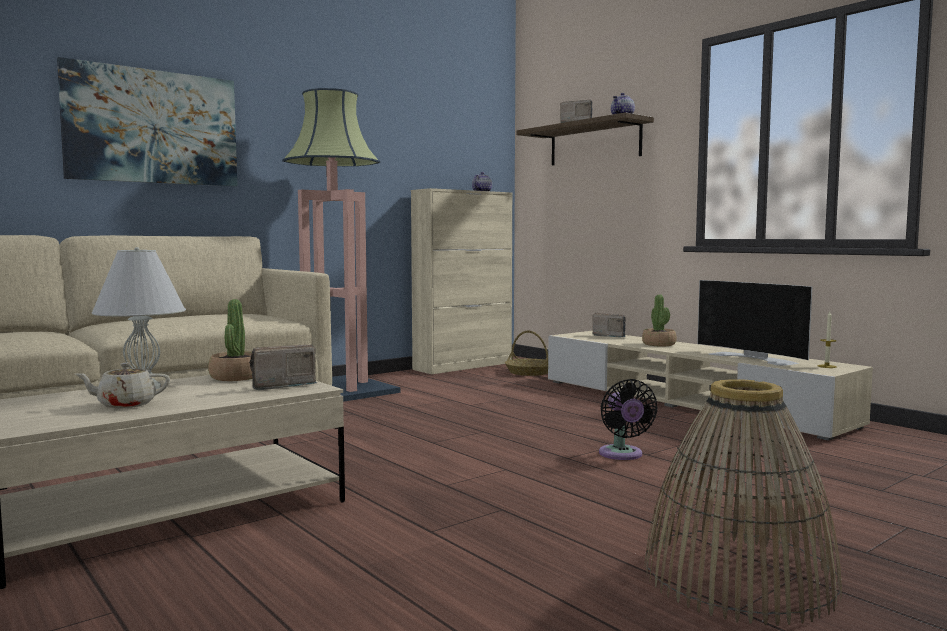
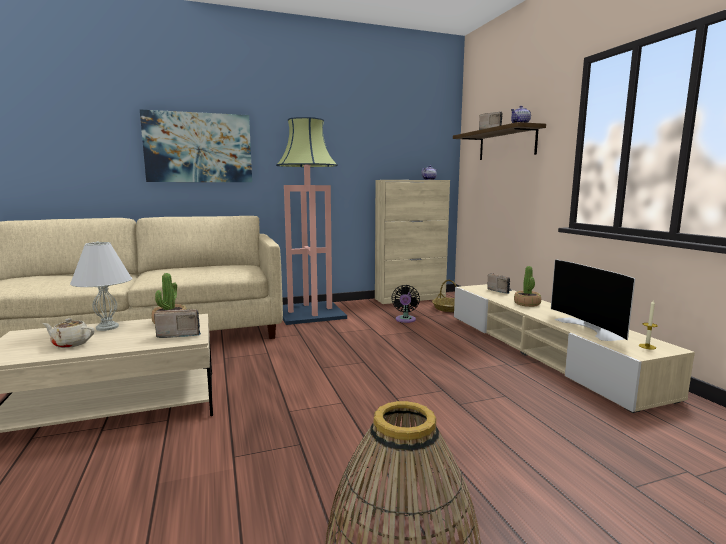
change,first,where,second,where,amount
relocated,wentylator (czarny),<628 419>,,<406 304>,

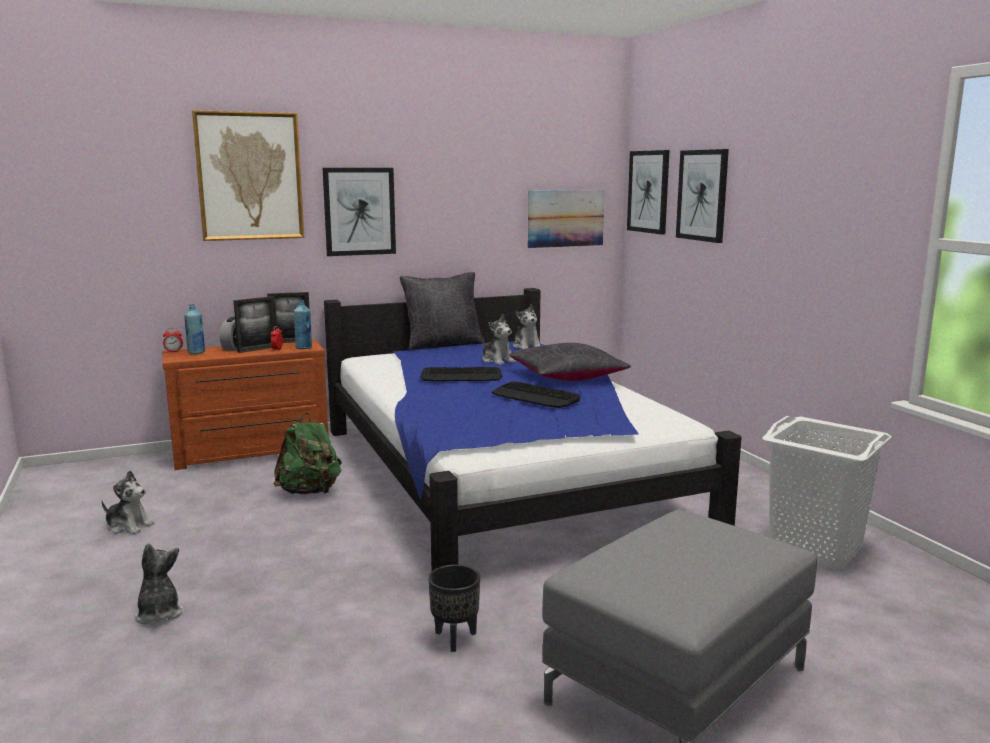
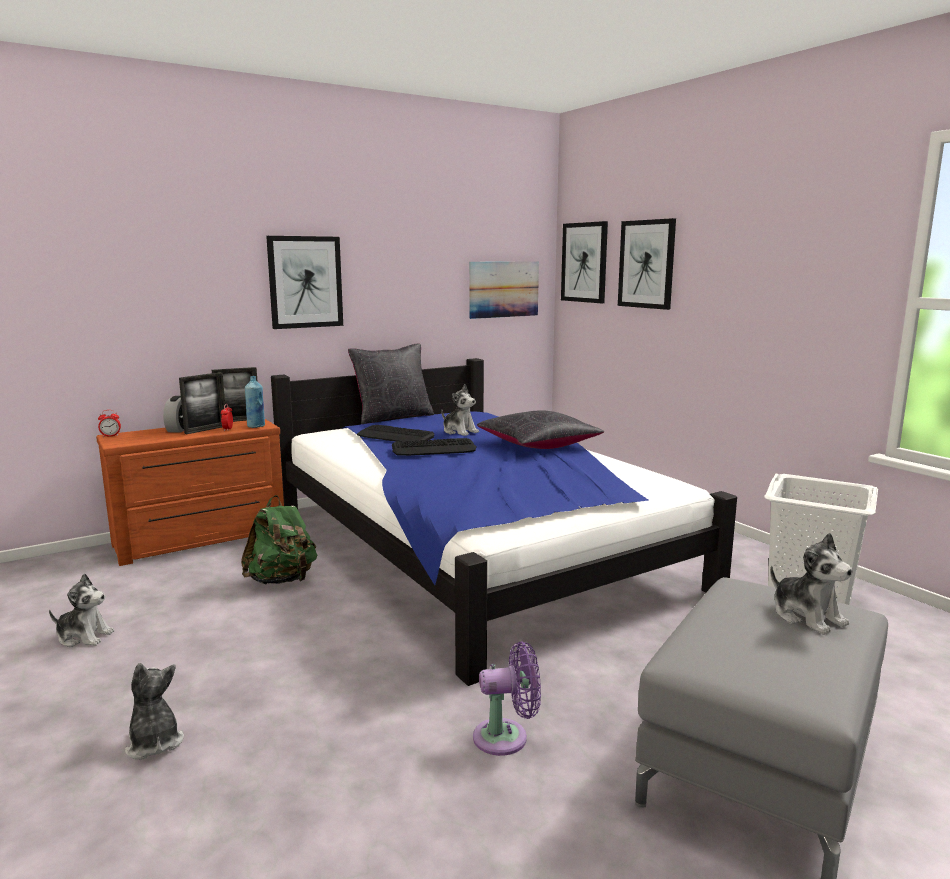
change,first,where,second,where,amount
missing,butelka (niebieski),<194 329>,,,
missing,obraz,<248 175>,,,
relocated,klawiatura,<536 394>,,<395 433>,
relocated,pluszak,<526 326>,,<811 584>,
exchanged,donica (czarny),<454 608>,wentylator (fioletowy),<507 698>,

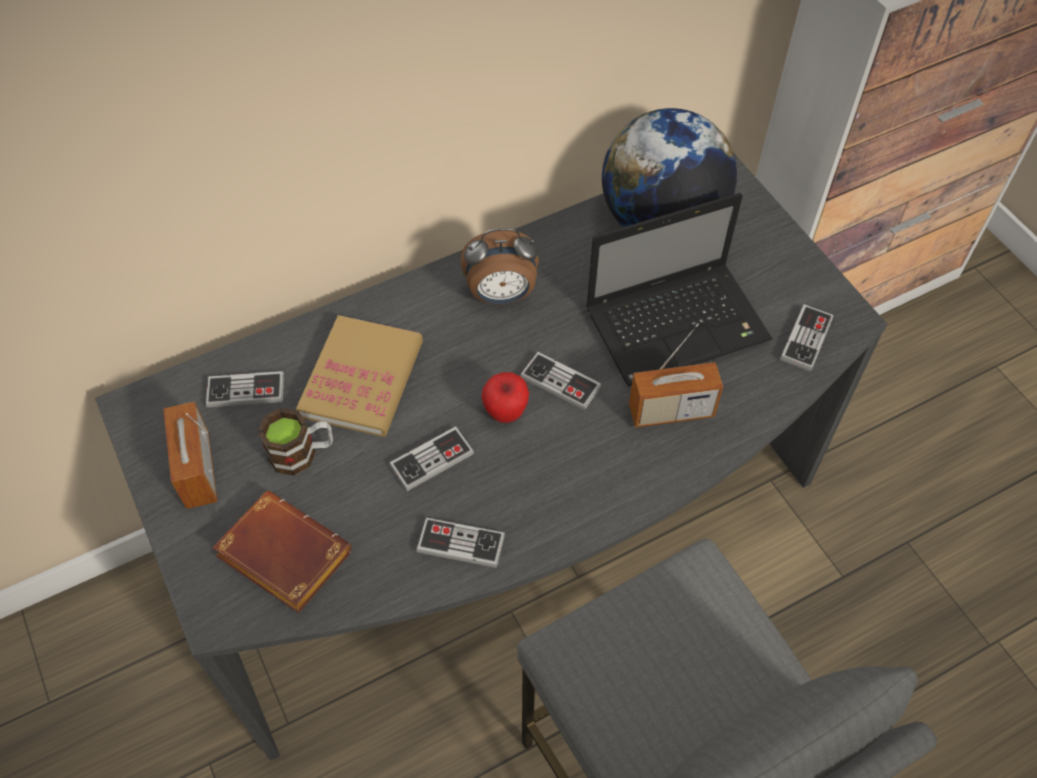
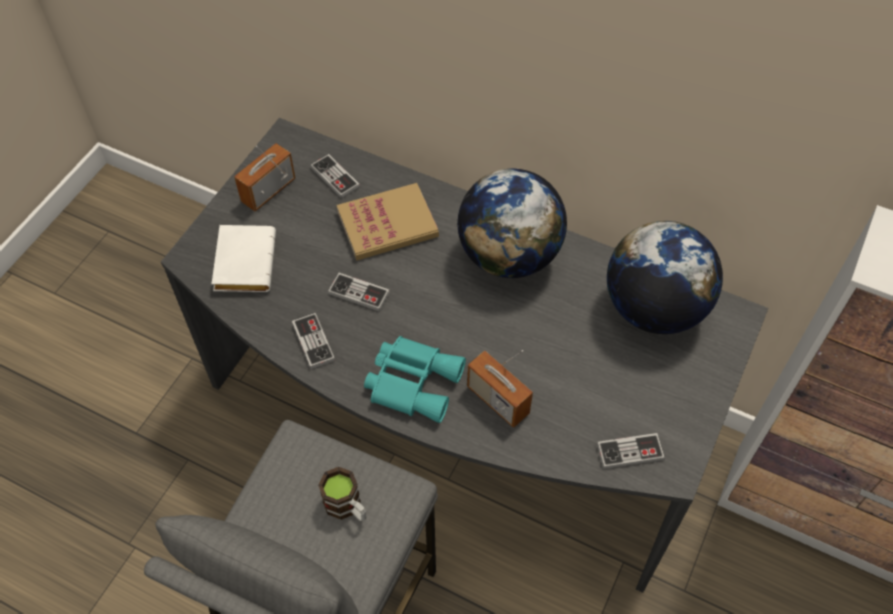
change,first,where,second,where,amount
missing,jabłko,<505 397>,,,
missing,pad do gier,<561 381>,,,
missing,laptop,<679 290>,,,
appeared,,,lornetka (turkusowy),<415 379>,
relocated,kubek,<295 442>,,<342 494>,
exchanged,budzik,<500 266>,globus,<512 223>,
colour,książka (brązowy),<282 552>,książka (biały),<244 258>,

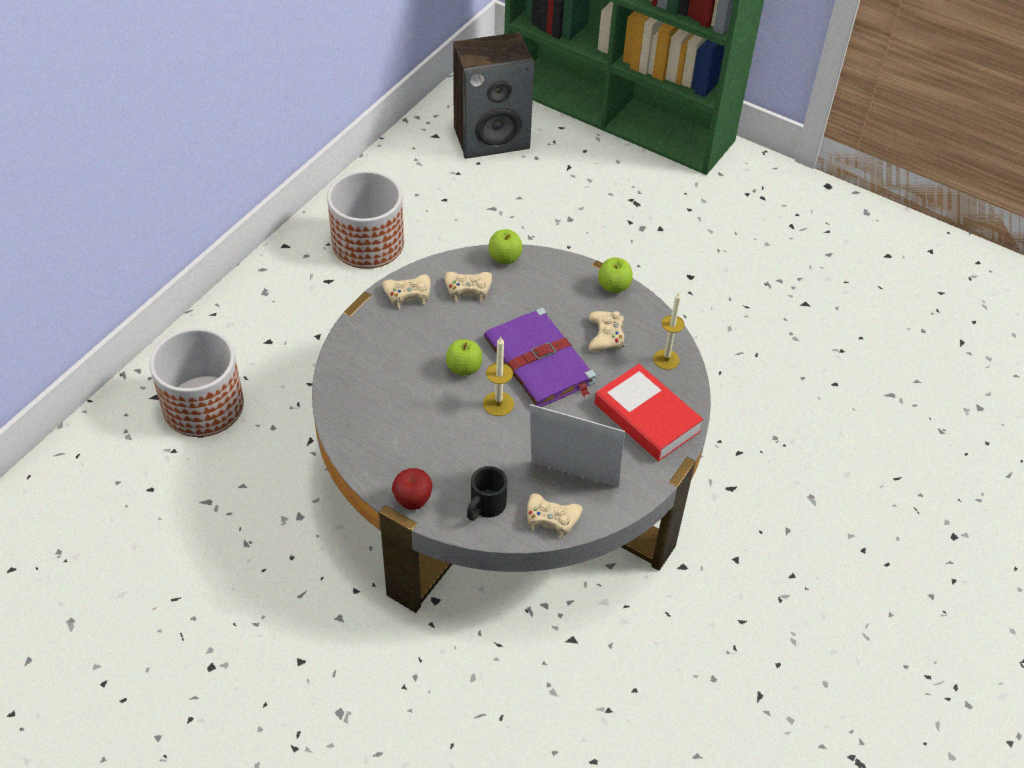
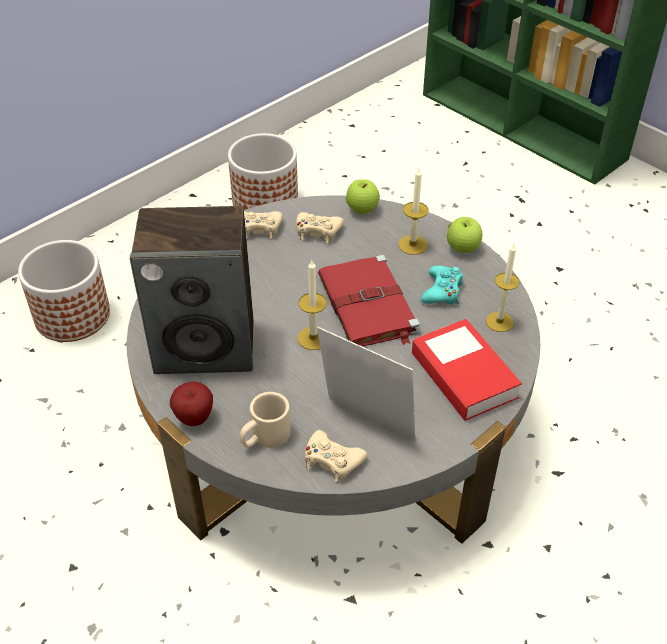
change,first,where,second,where,amount
missing,jabłko,<464 357>,,,
appeared,,,świeca,<413 211>,
relocated,głośnik,<493 95>,,<191 290>,
colour,kubek (czarny),<487 493>,kubek (beżowy),<265 420>,
colour,książka (fioletowy),<540 357>,książka (czerwony),<369 300>,
colour,pad do gier (beżowy),<606 331>,pad do gier (turkusowy),<442 285>,

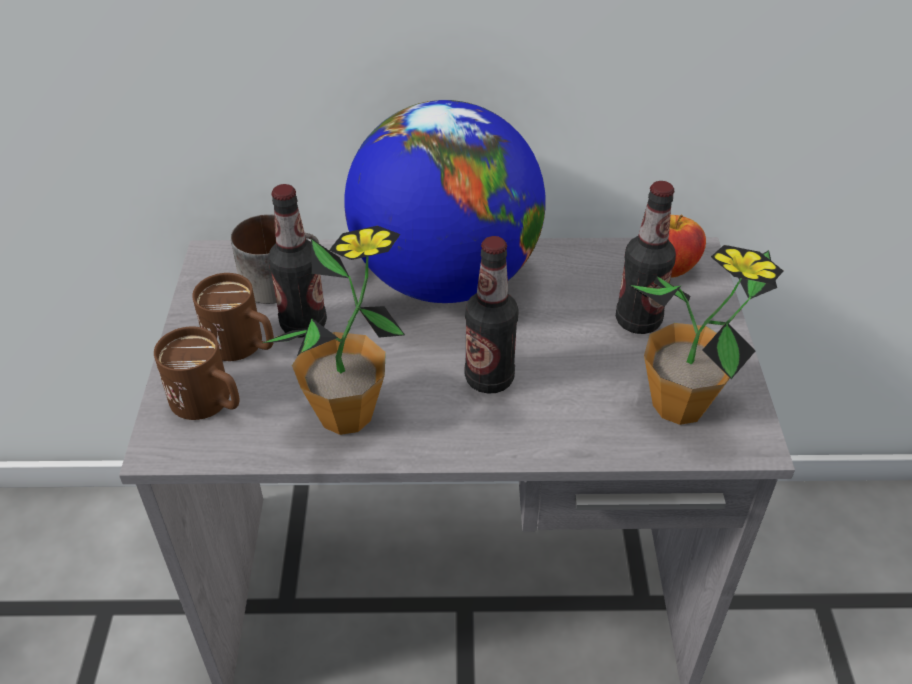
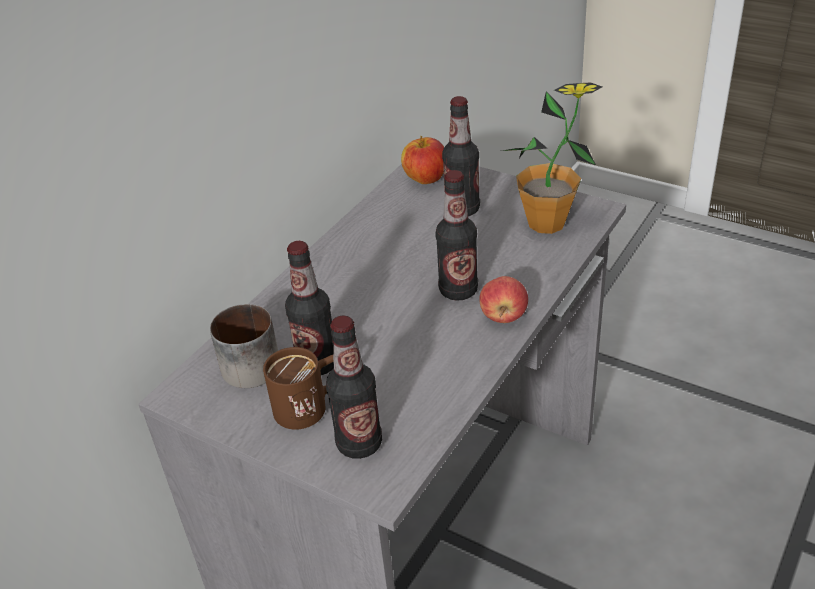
change,first,where,second,where,amount
missing,roślina doniczkowa,<334 330>,,,
missing,globus,<445 201>,,,
appeared,,,jabłko,<504 299>,
exchanged,kubek (brązowy),<196 373>,butelka,<354 387>,

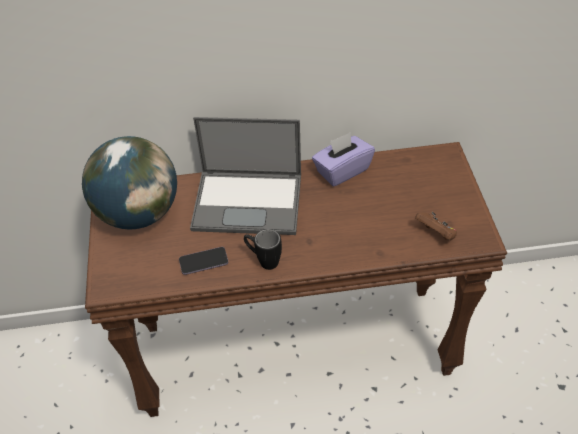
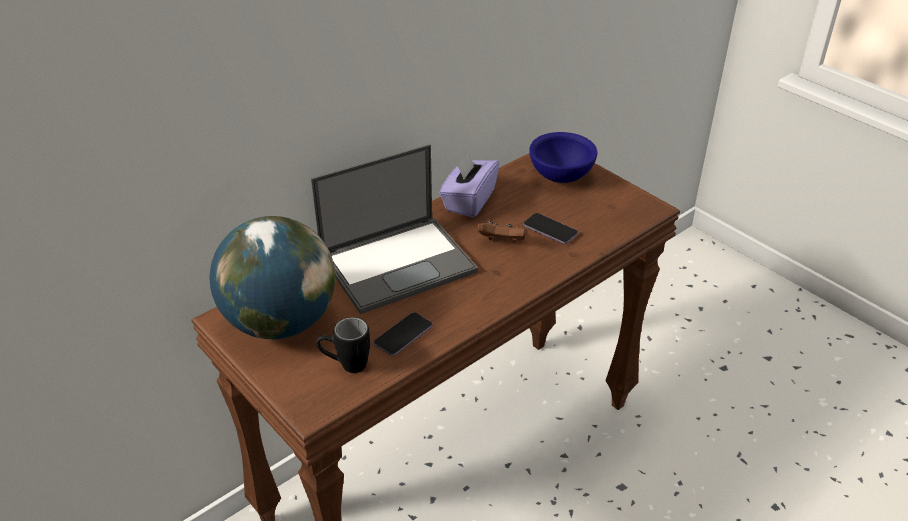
change,first,where,second,where,amount
appeared,,,telefon,<550 228>,
appeared,,,miska (niebieski),<563 157>,
relocated,kubek (czarny),<263 249>,,<343 345>,
relocated,pad do gier (brązowy),<436 226>,,<502 232>,

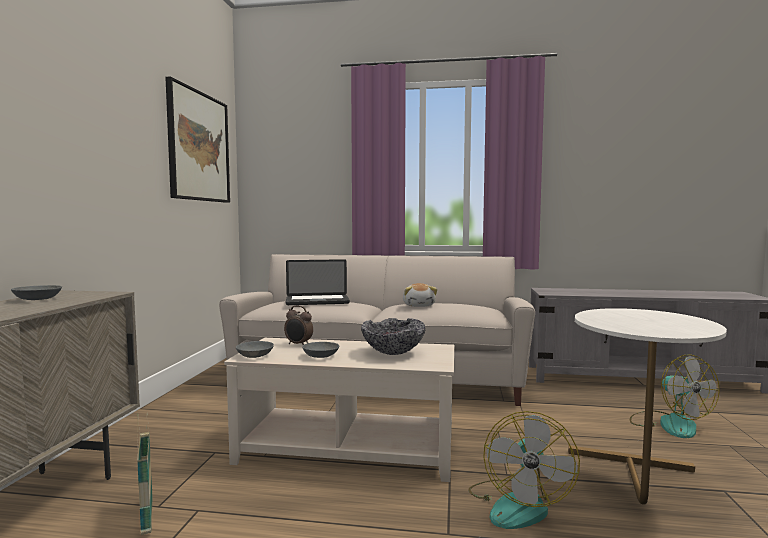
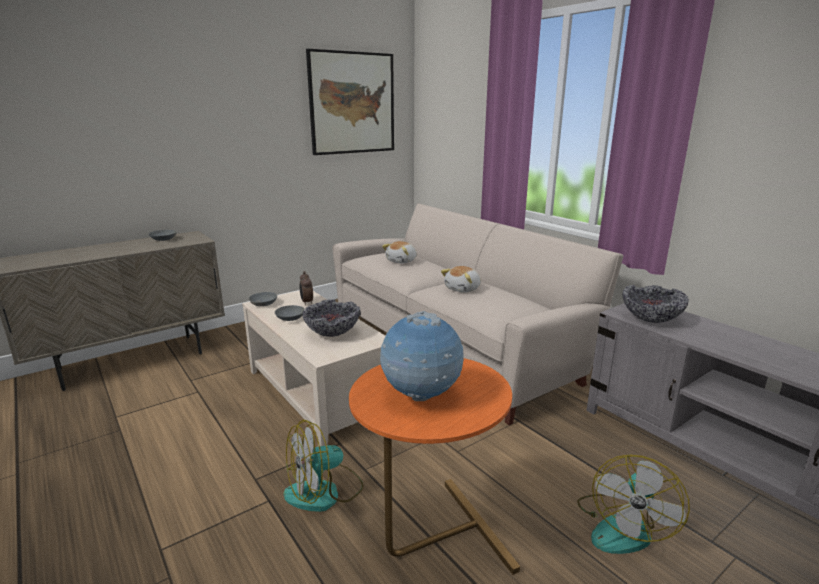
change,first,where,second,where,amount
missing,koszyk,<144 474>,,,
appeared,,,globus,<422 356>,
appeared,,,miska,<655 304>,
exchanged,laptop,<318 282>,pluszak,<399 252>,
colour,stolik (biały),<647 406>,stolik (pomarańczowy),<434 466>,

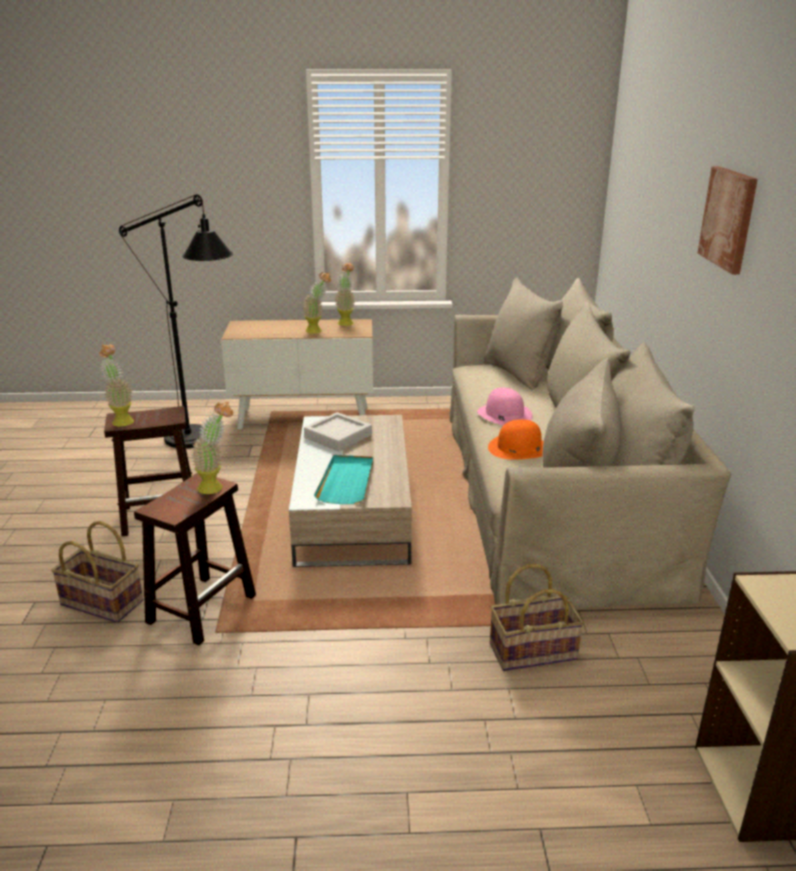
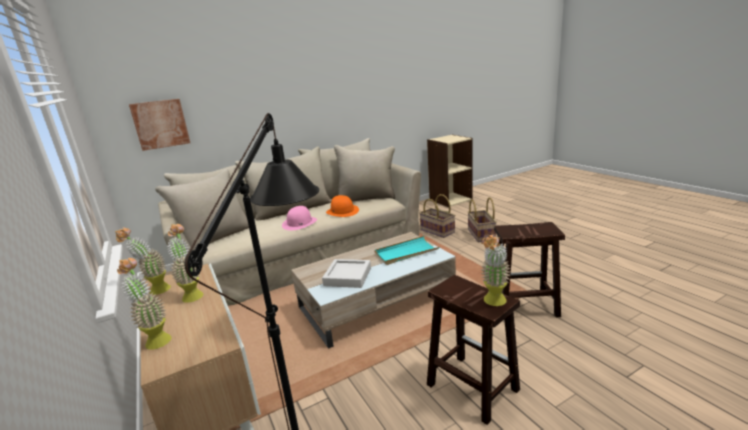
change,first,where,second,where,amount
relocated,koszyk,<97 572>,,<482 219>,
relocated,roślina doniczkowa,<212 448>,,<144 304>,
relocated,obraz,<728 220>,,<159 125>,

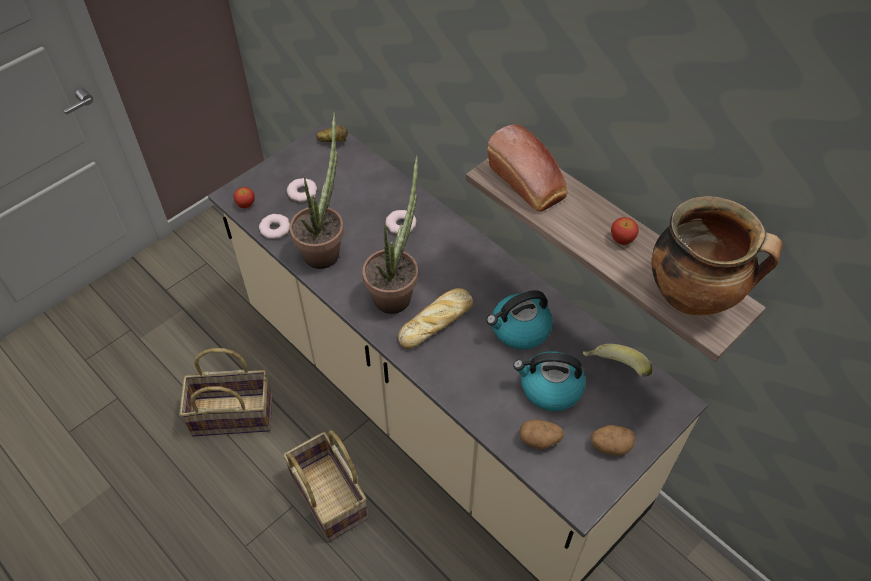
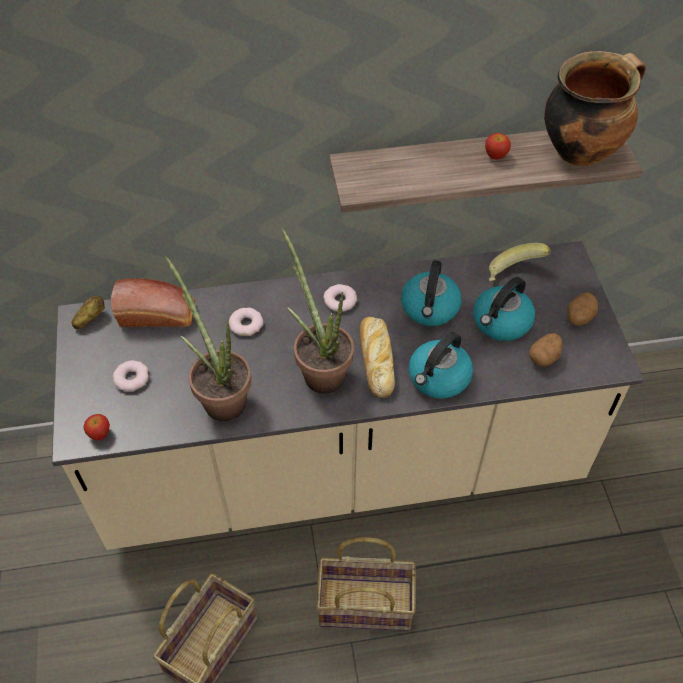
change,first,where,second,where,amount
appeared,,,czajnik,<441 365>,
relocated,donut,<274 226>,,<340 298>,
relocated,chleb,<527 168>,,<152 302>,

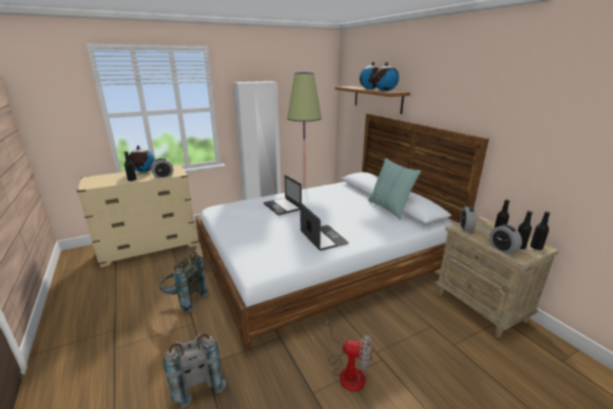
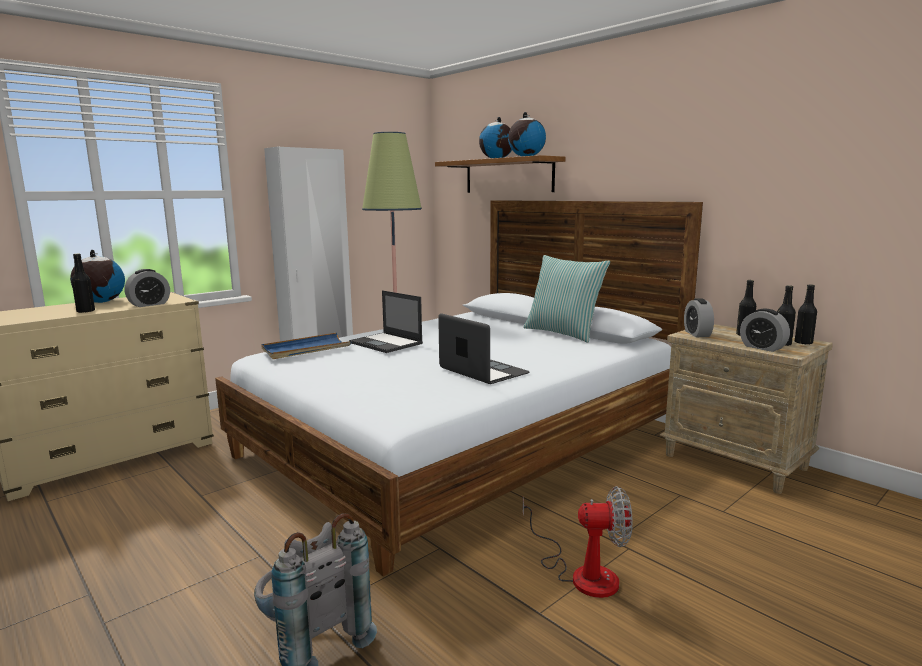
change,first,where,second,where,amount
missing,plecak (szary),<183 282>,,,
appeared,,,taca (niebieski),<306 346>,

